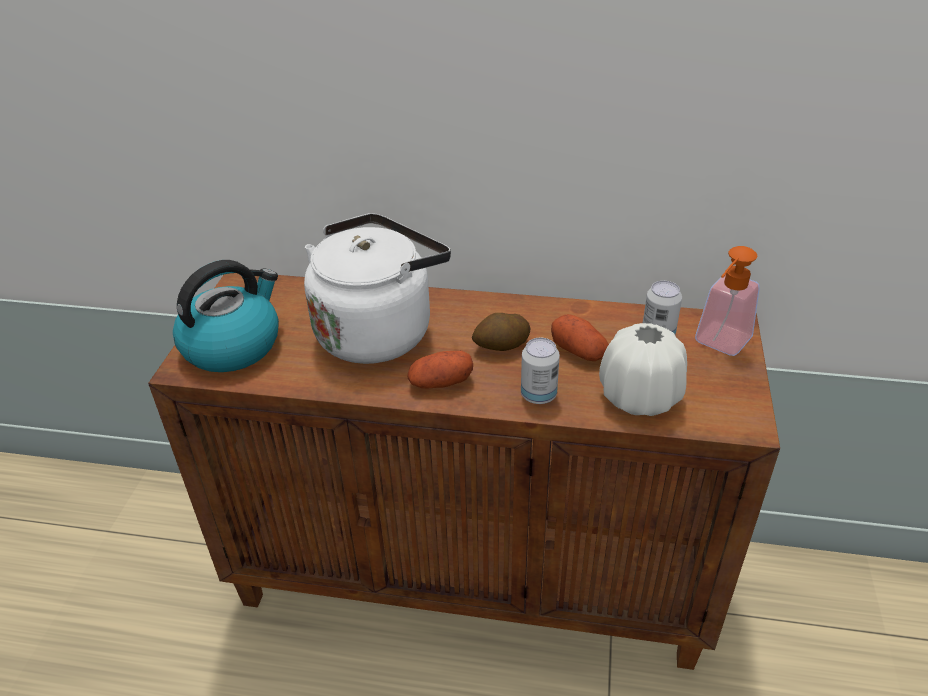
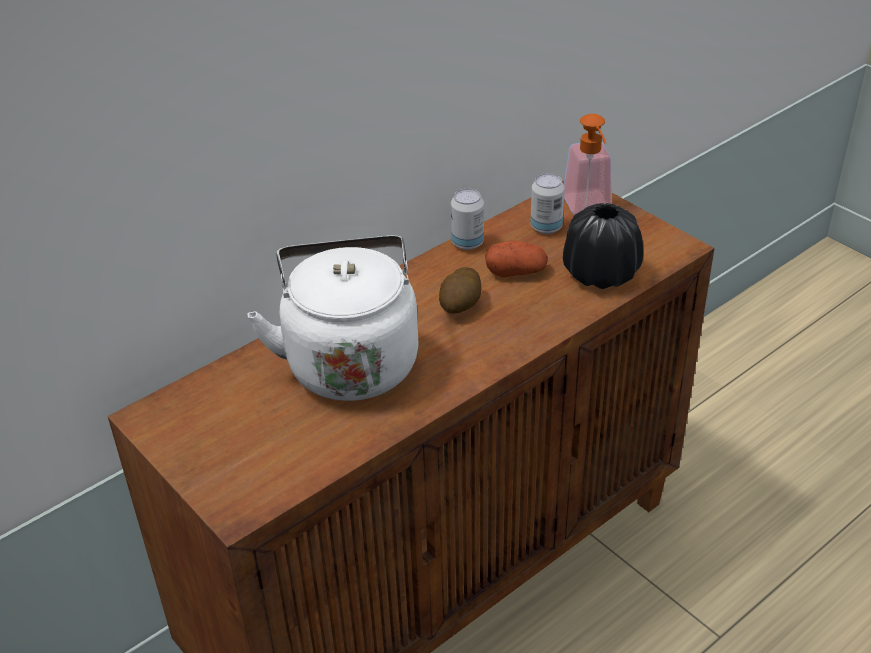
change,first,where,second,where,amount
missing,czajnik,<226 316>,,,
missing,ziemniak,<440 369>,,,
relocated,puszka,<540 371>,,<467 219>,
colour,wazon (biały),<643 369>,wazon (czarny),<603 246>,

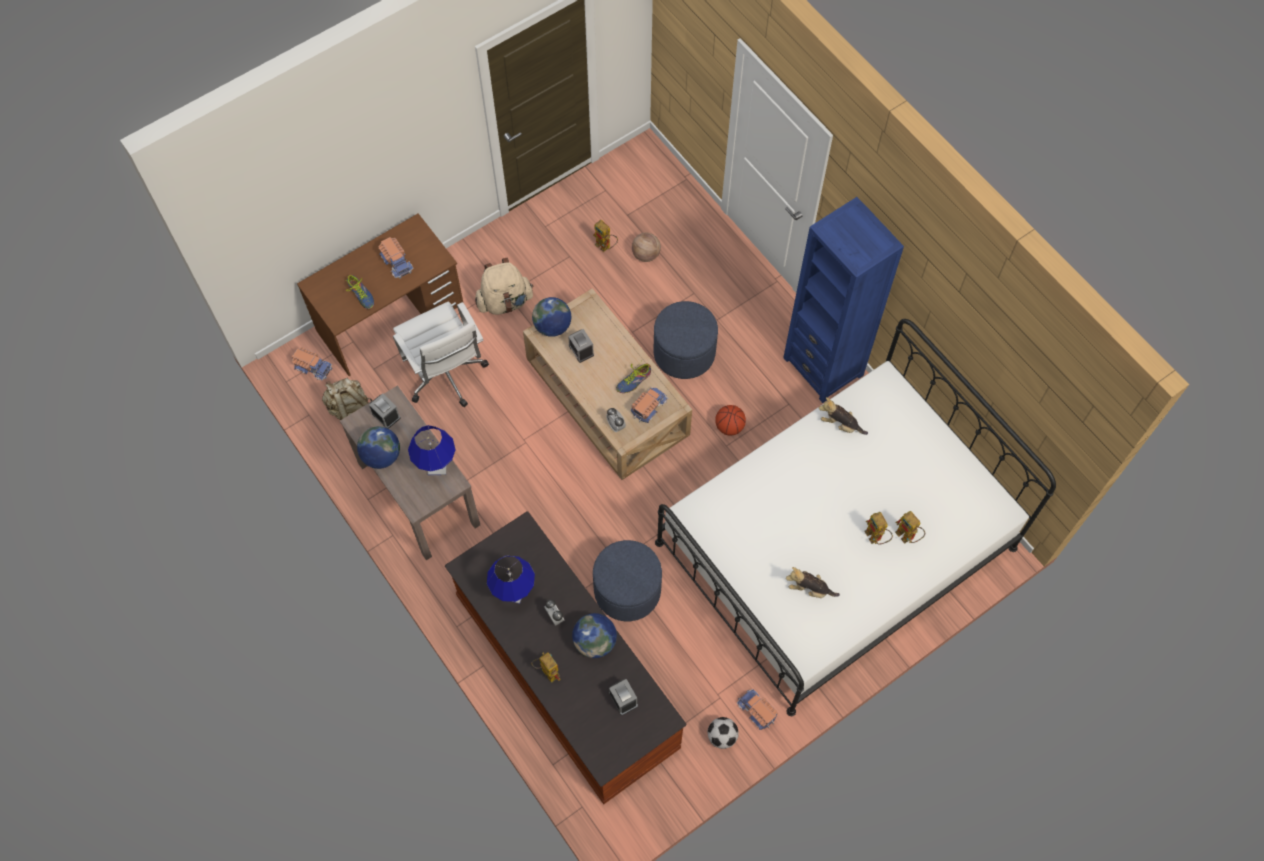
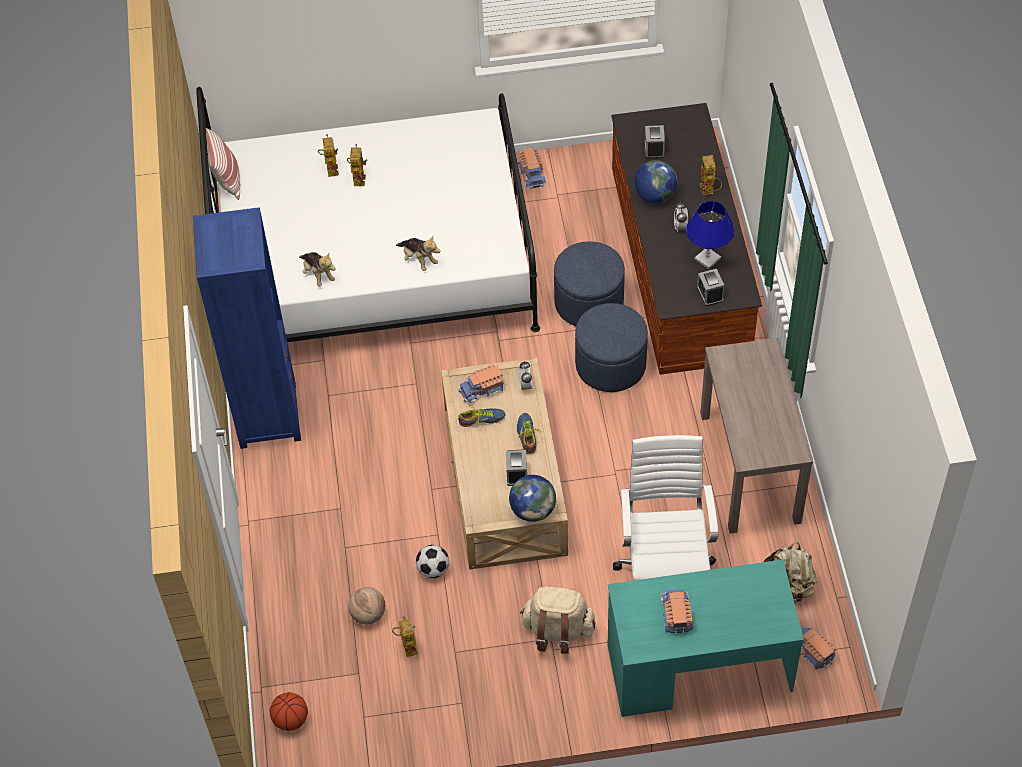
change,first,where,second,where,amount
missing,globus,<378 447>,,,
missing,lampa stołowa (niebieski),<432 450>,,,
appeared,,,poduszka,<223 164>,
relocated,but,<359 292>,,<529 433>,
relocated,budzik,<384 411>,,<710 287>,
relocated,pufa (niebieski),<685 340>,,<611 347>,
relocated,piłka futbolowa,<723 733>,,<432 561>,
relocated,piłka do koszykówki,<730 420>,,<289 711>,
relocated,pluszak,<813 582>,,<418 253>,
colour,biurko (brązowy),<380 295>,biurko (turkusowy),<706 638>,

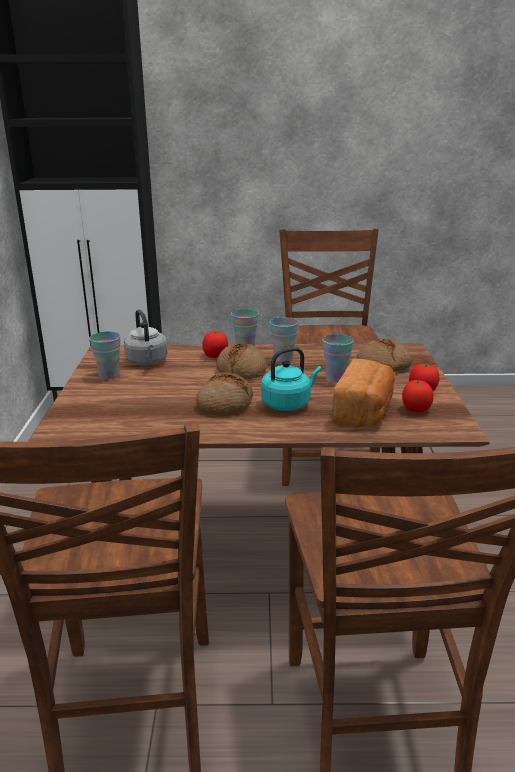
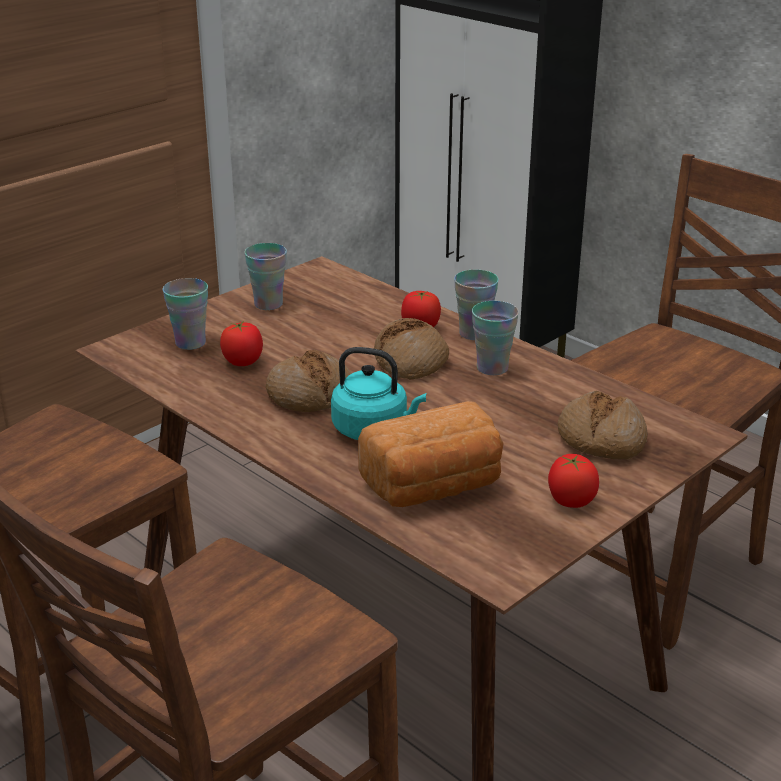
change,first,where,second,where,amount
missing,czajnik (szary),<146 337>,,,
relocated,filiżanka,<338 358>,,<185 314>,
relocated,pomidor,<417 396>,,<241 343>,

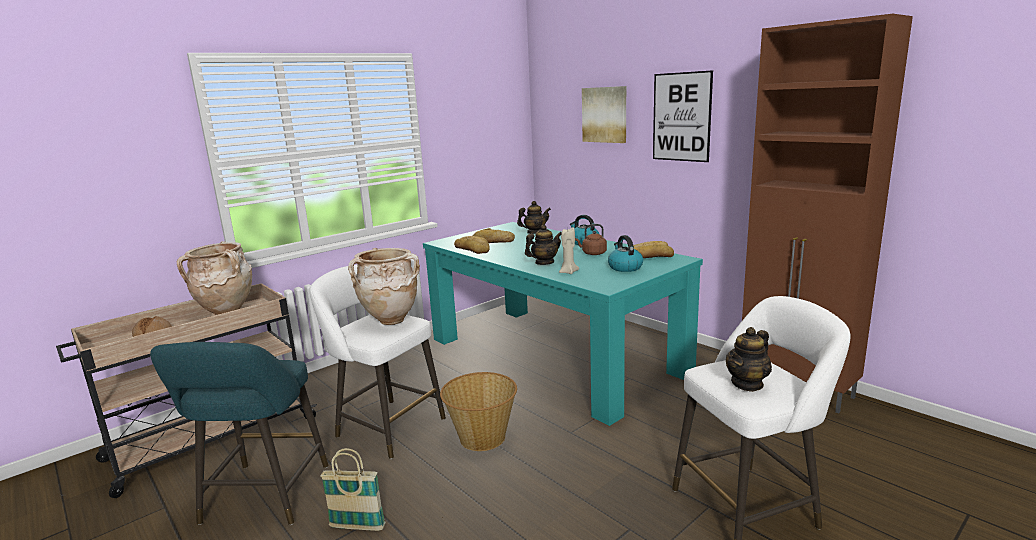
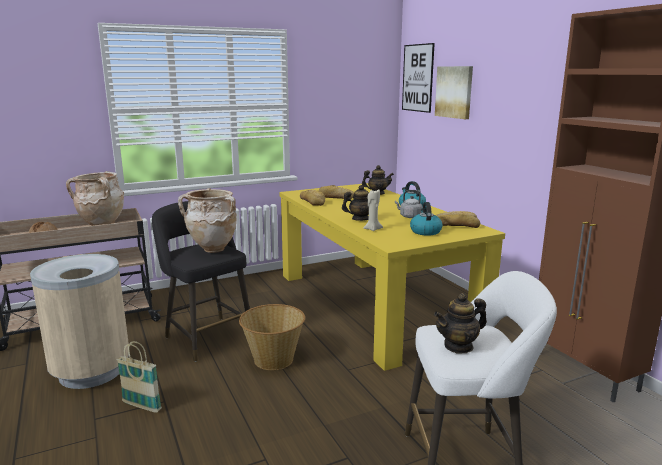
change,first,where,second,where,amount
relocated,obraz,<683 116>,,<418 78>,
exchanged,stołek (turkusowy),<239 433>,kosz na śmieci (beżowy),<80 321>,
colour,stołek (biały),<378 362>,stołek (czarny),<201 281>,
colour,stół jadalny (turkusowy),<563 324>,stół jadalny (żółty),<392 277>,
colour,czajnik (brązowy),<591 239>,czajnik (szary),<409 204>,

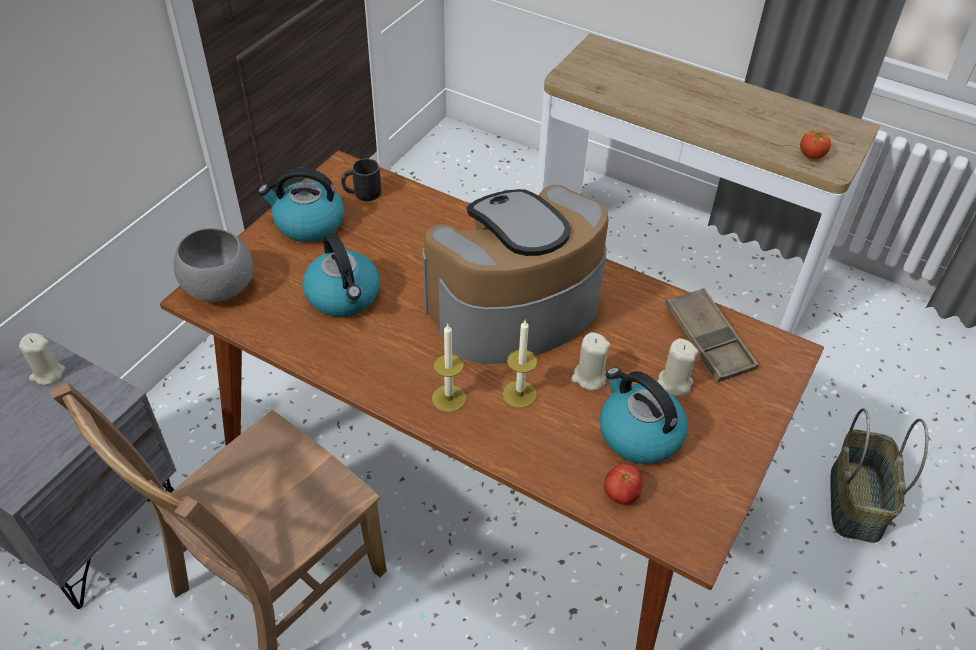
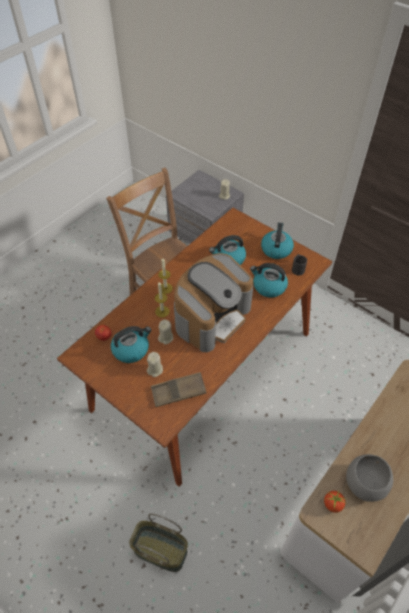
change,first,where,second,where,amount
appeared,,,czajnik,<269 280>,
relocated,miska (szary),<213 265>,,<369 478>,
spun,ekspres do kawy,<515 274>,,<213 302>,60 degrees clockwise

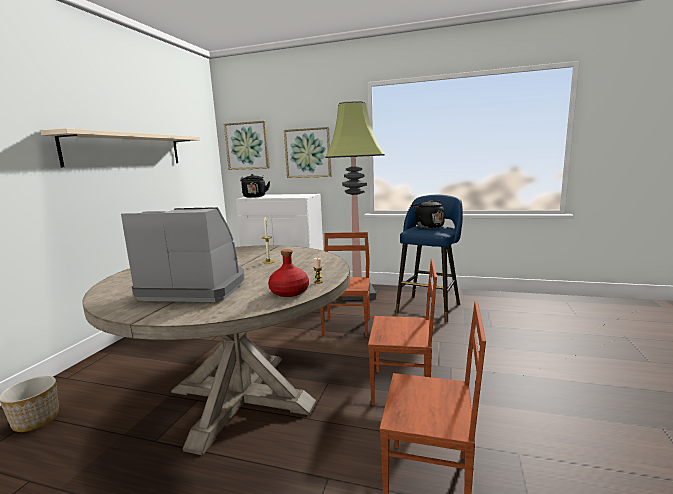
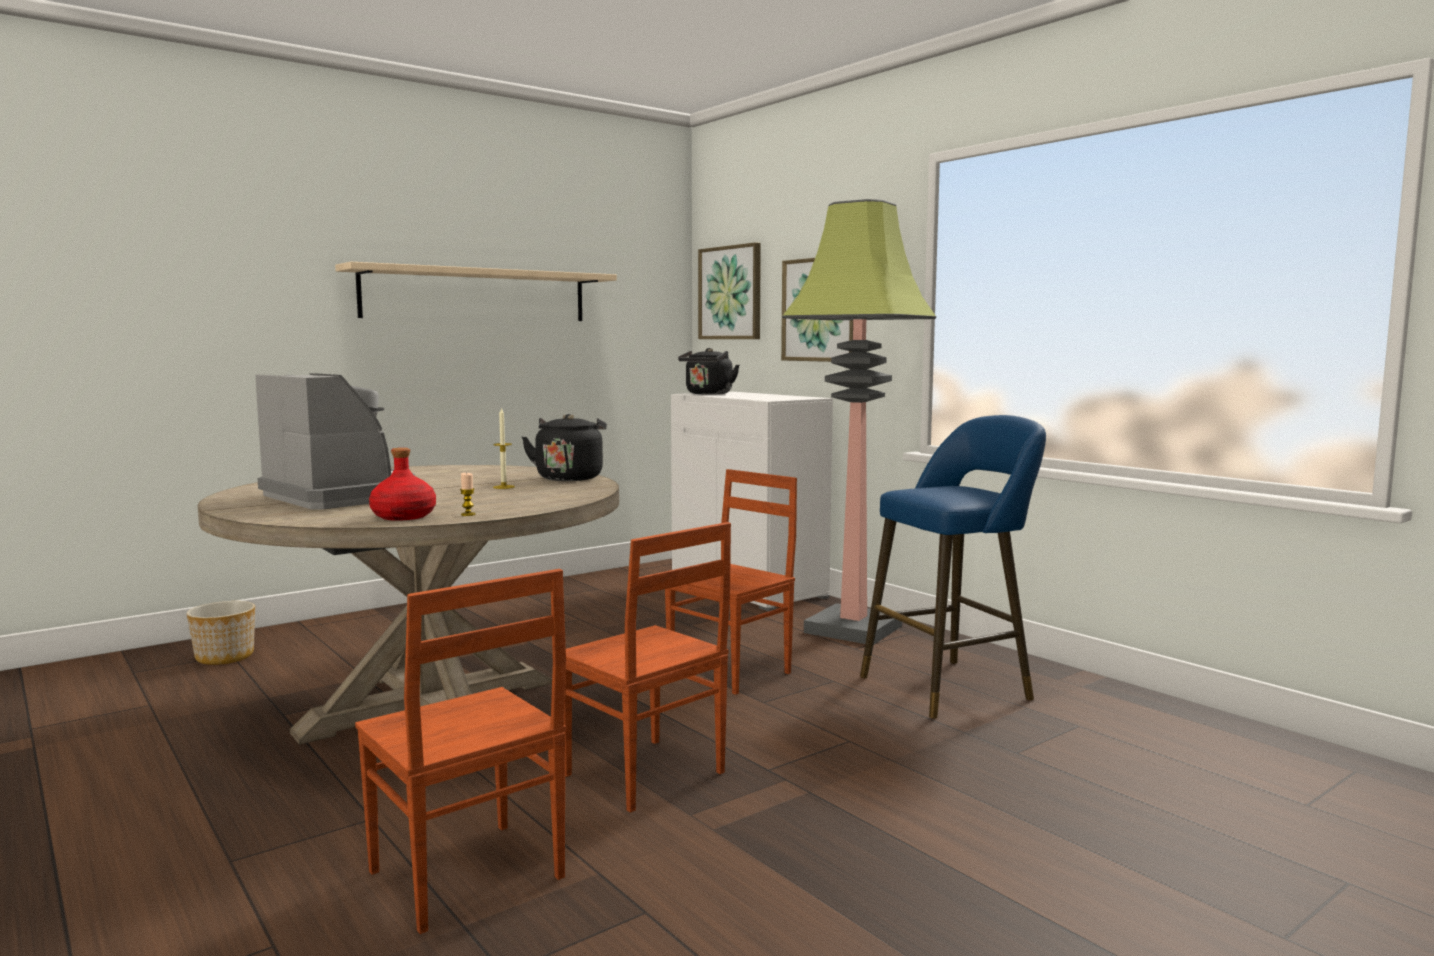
change,first,where,second,where,amount
relocated,czajnik (czarny),<427 214>,,<564 447>,

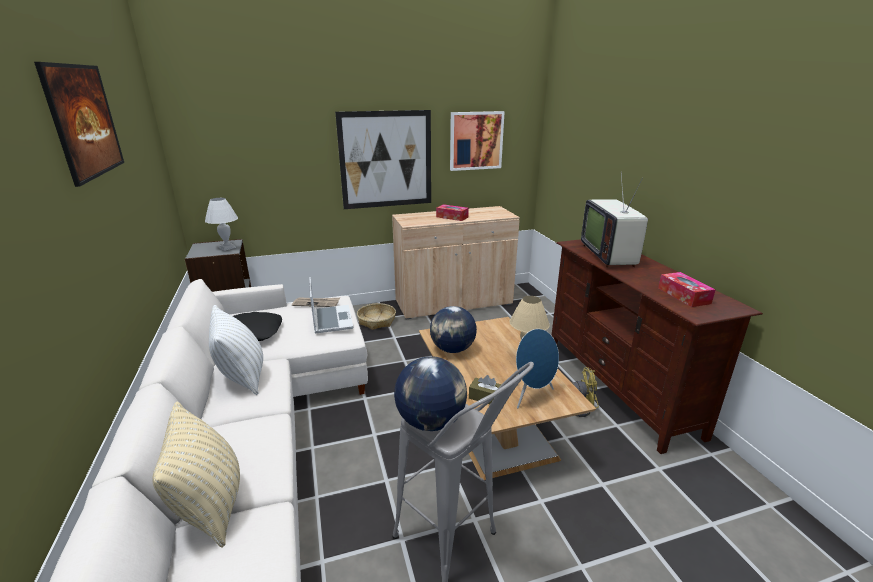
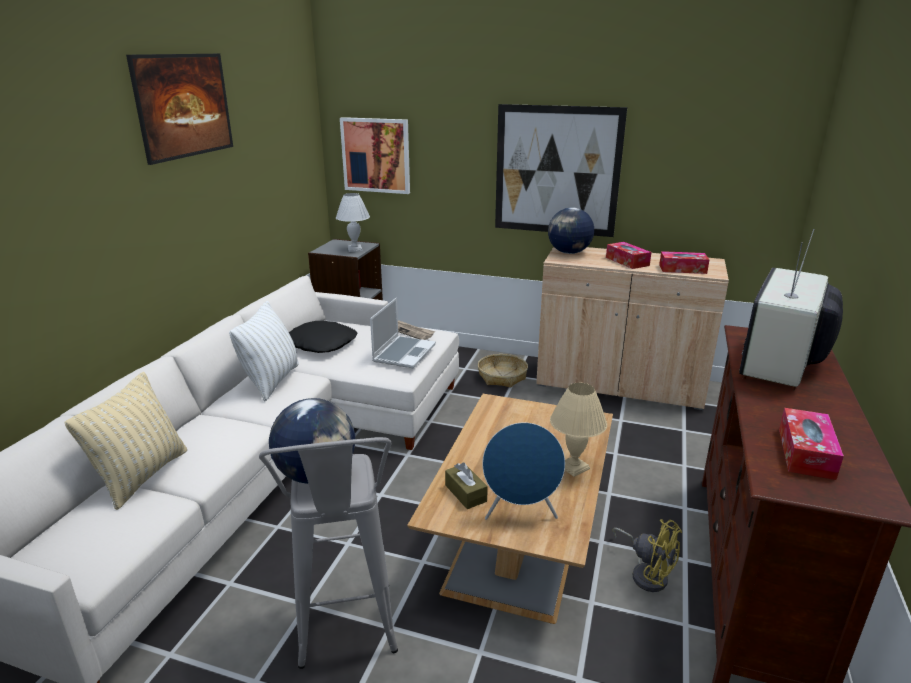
change,first,where,second,where,amount
appeared,,,pudełko chusteczek,<684 262>,
relocated,globus,<453 329>,,<571 230>,
relocated,obraz,<477 141>,,<375 155>,

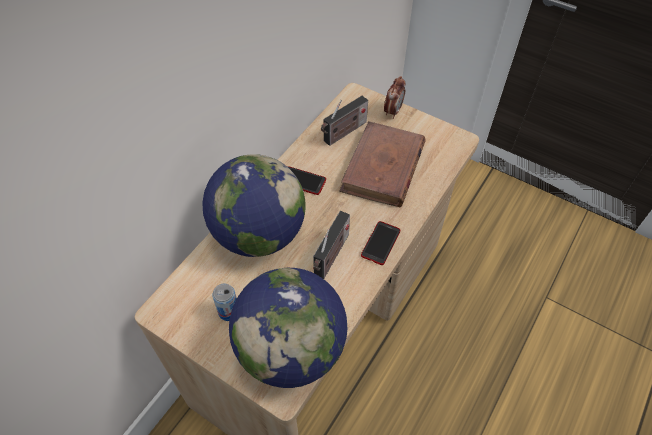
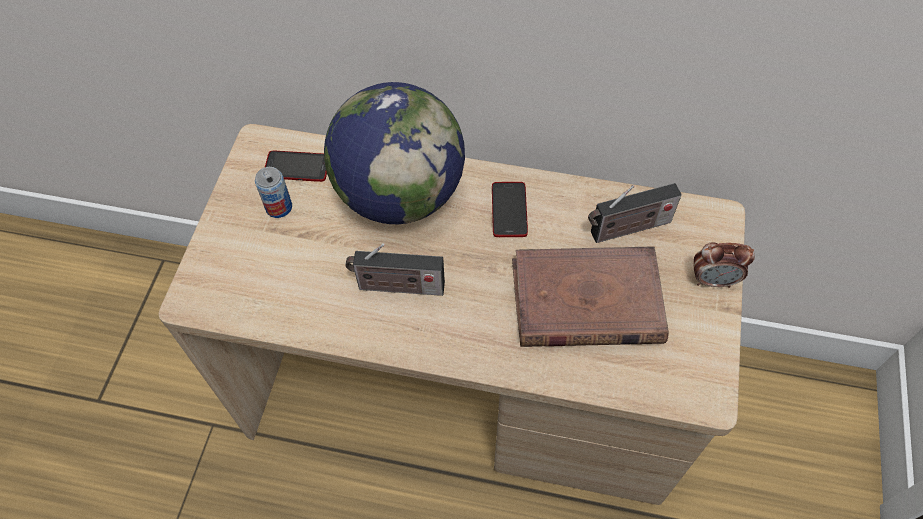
change,first,where,second,where,amount
missing,globus,<288 328>,,,
relocated,telefon,<380 243>,,<296 166>,
spun,radio,<344 121>,,<635 213>,45 degrees counterclockwise

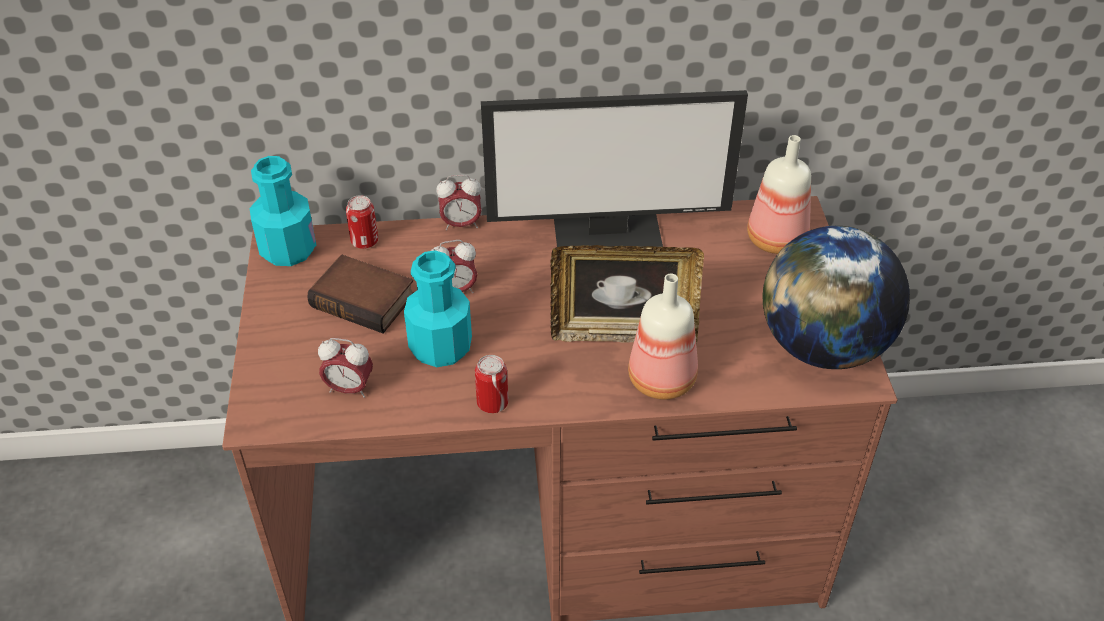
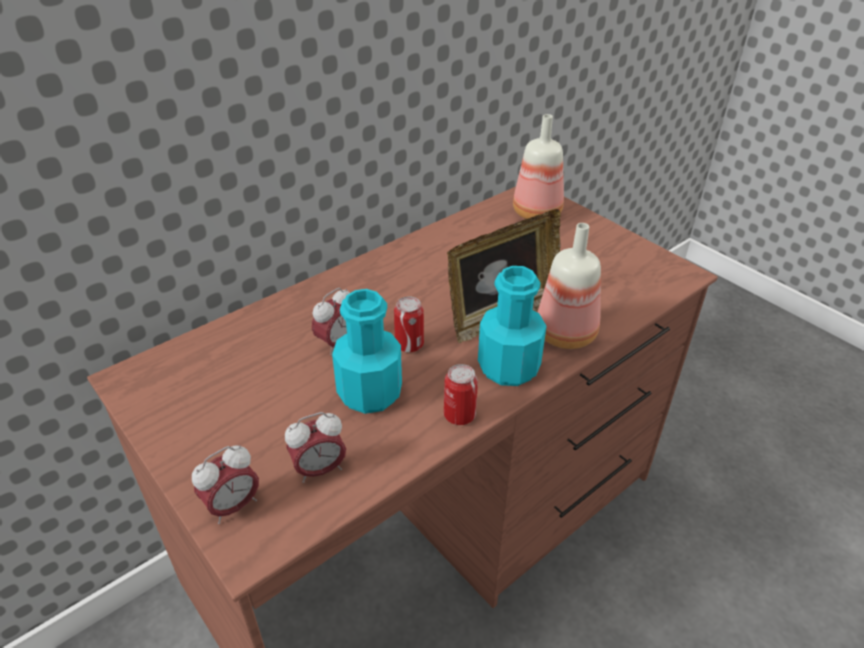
change,first,where,second,where,amount
missing,książka,<360 294>,,,
missing,monitor,<614 168>,,,
missing,globus,<836 297>,,,
relocated,butelka (turkusowy),<283 211>,,<512 326>,
relocated,puszka,<362 222>,,<409 324>,
relocated,budzik,<459 202>,,<225 484>,

